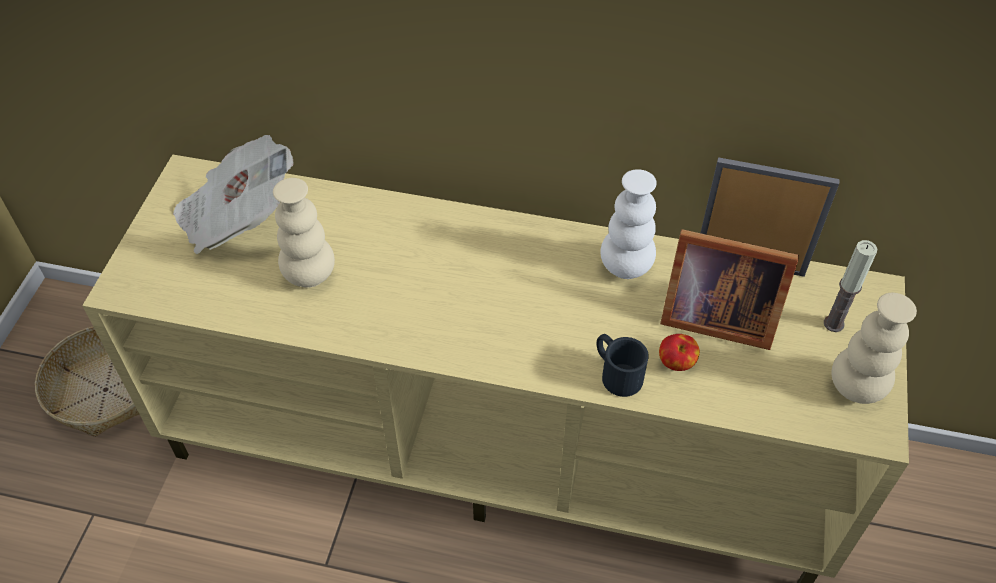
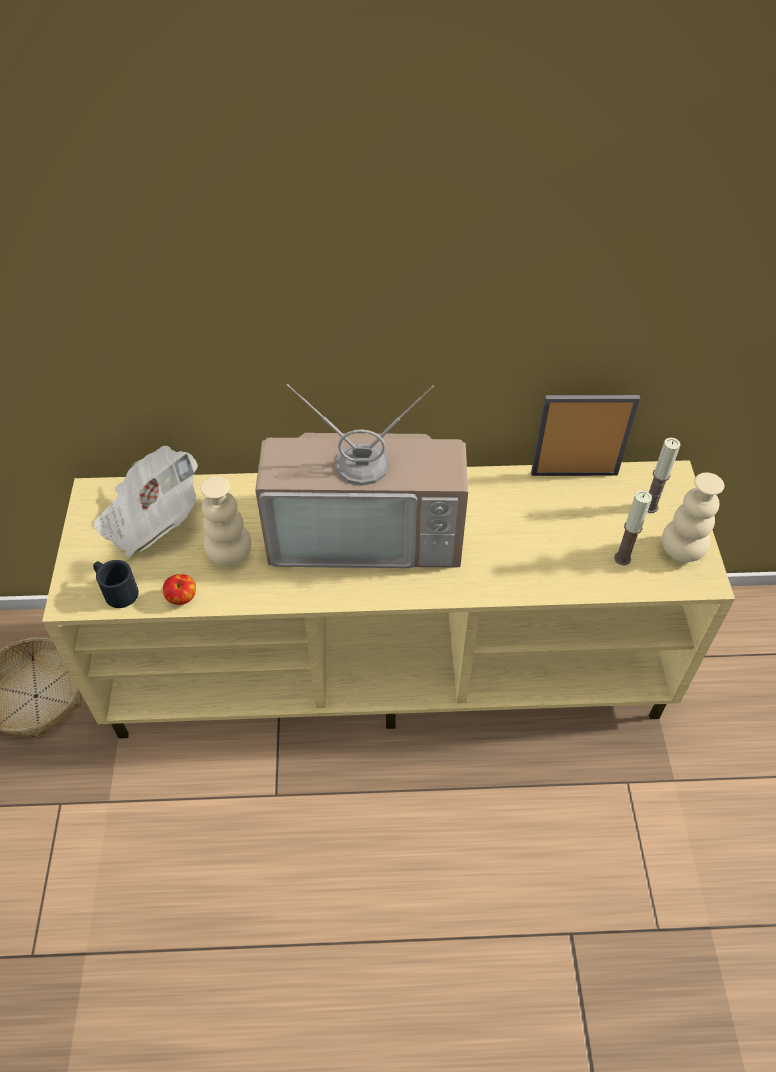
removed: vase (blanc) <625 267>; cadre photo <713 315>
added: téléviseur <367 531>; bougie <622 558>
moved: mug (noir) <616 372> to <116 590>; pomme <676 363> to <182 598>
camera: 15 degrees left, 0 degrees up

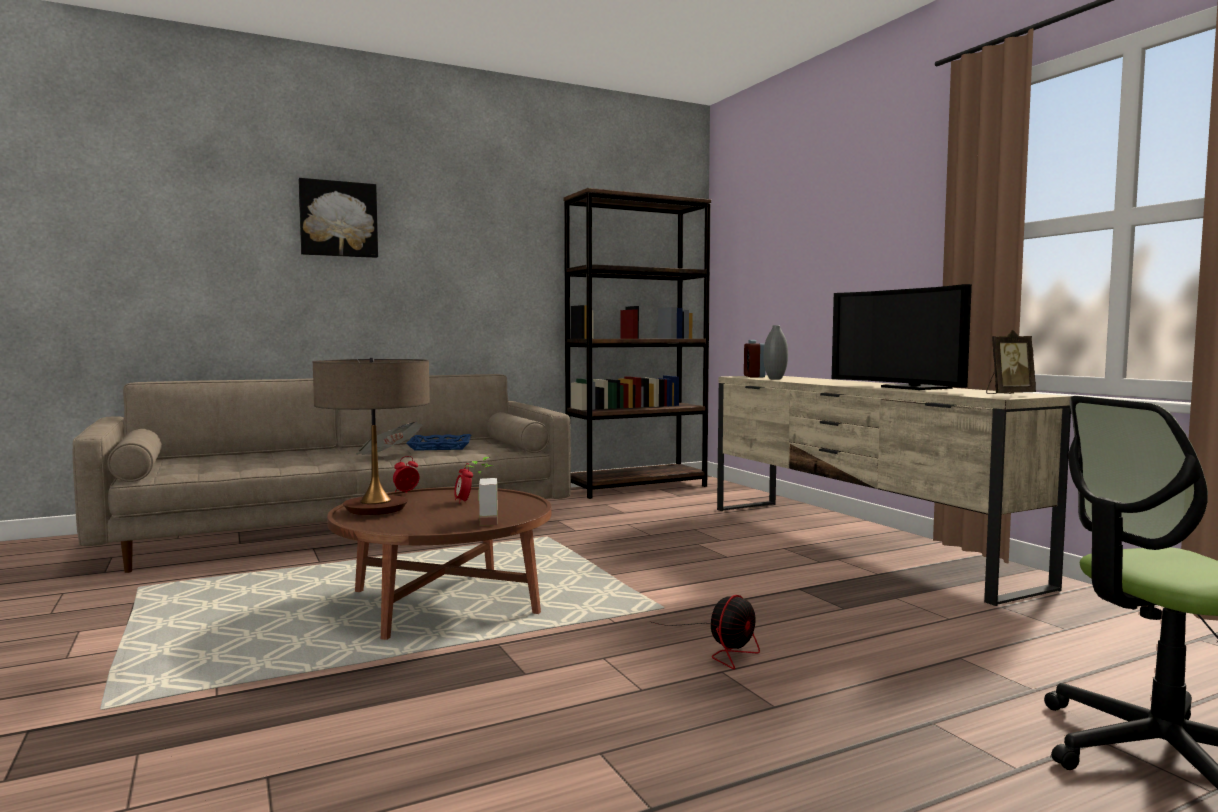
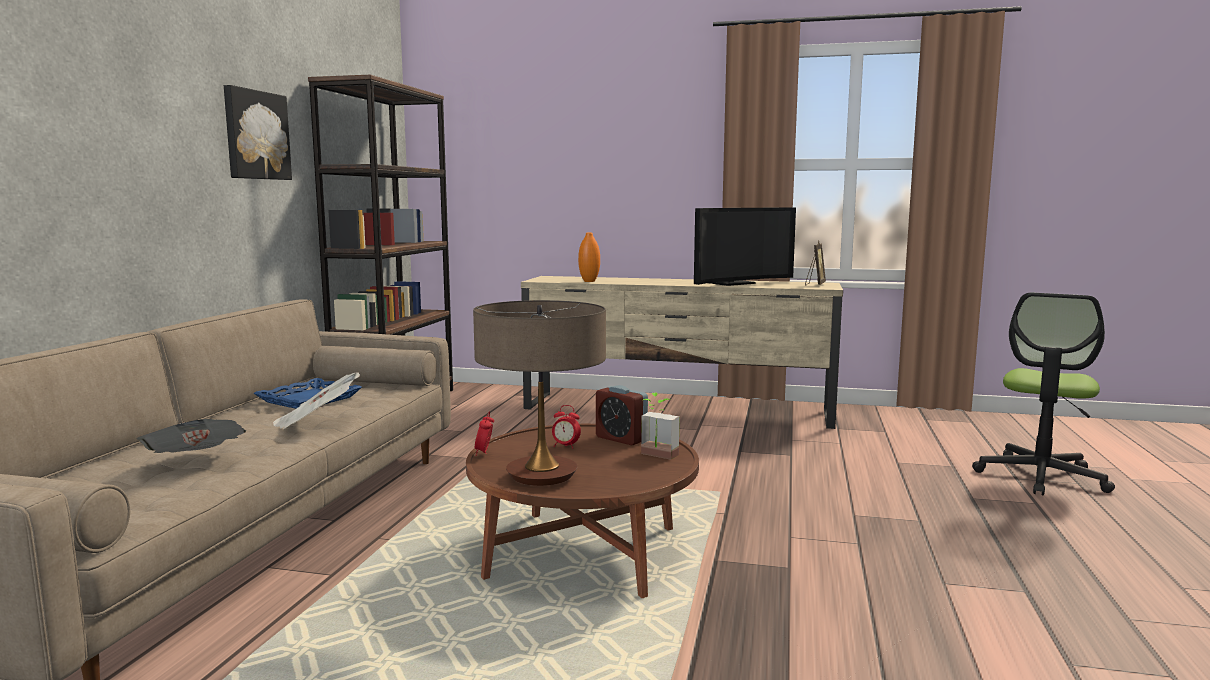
removed: ventilateur <724 647>
added: journal <196 462>
moved: tableau <338 219> to <255 135>; réveil <754 376> to <621 439>
recoloured: vase (gris) <775 379> to vase (orange) <589 281>
turned: téléviseur <908 388> = <733 283> 45 degrees counterclockwise
camera: 50 degrees left, 5 degrees up

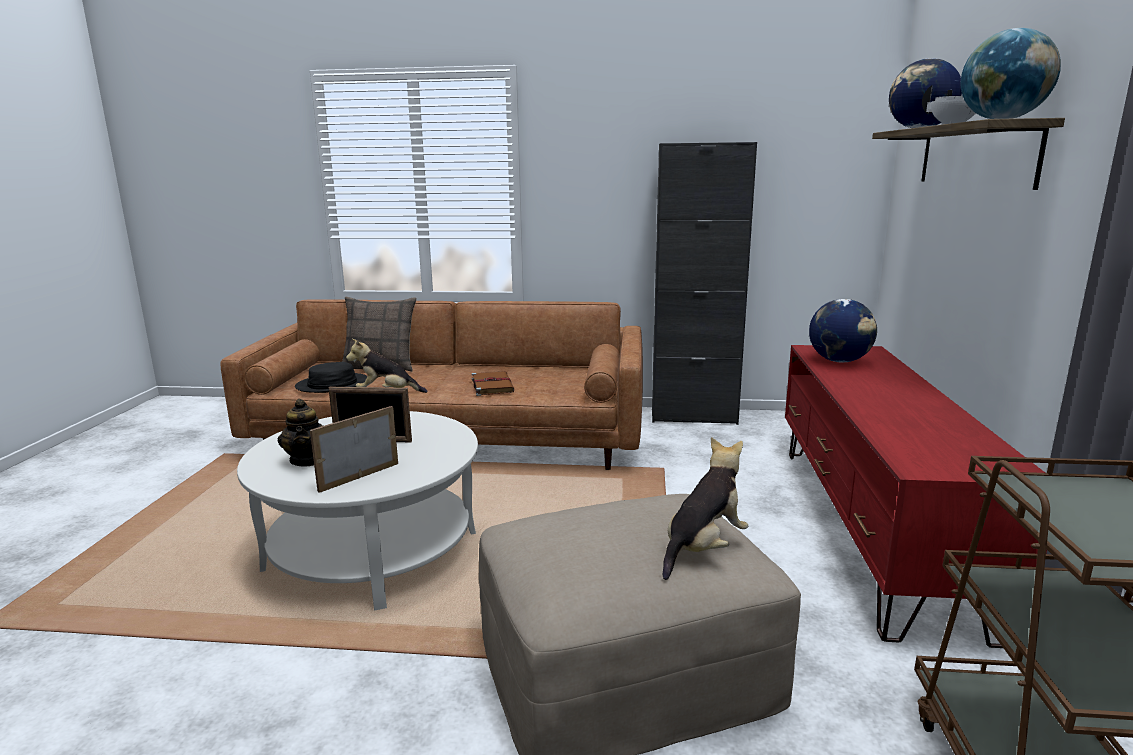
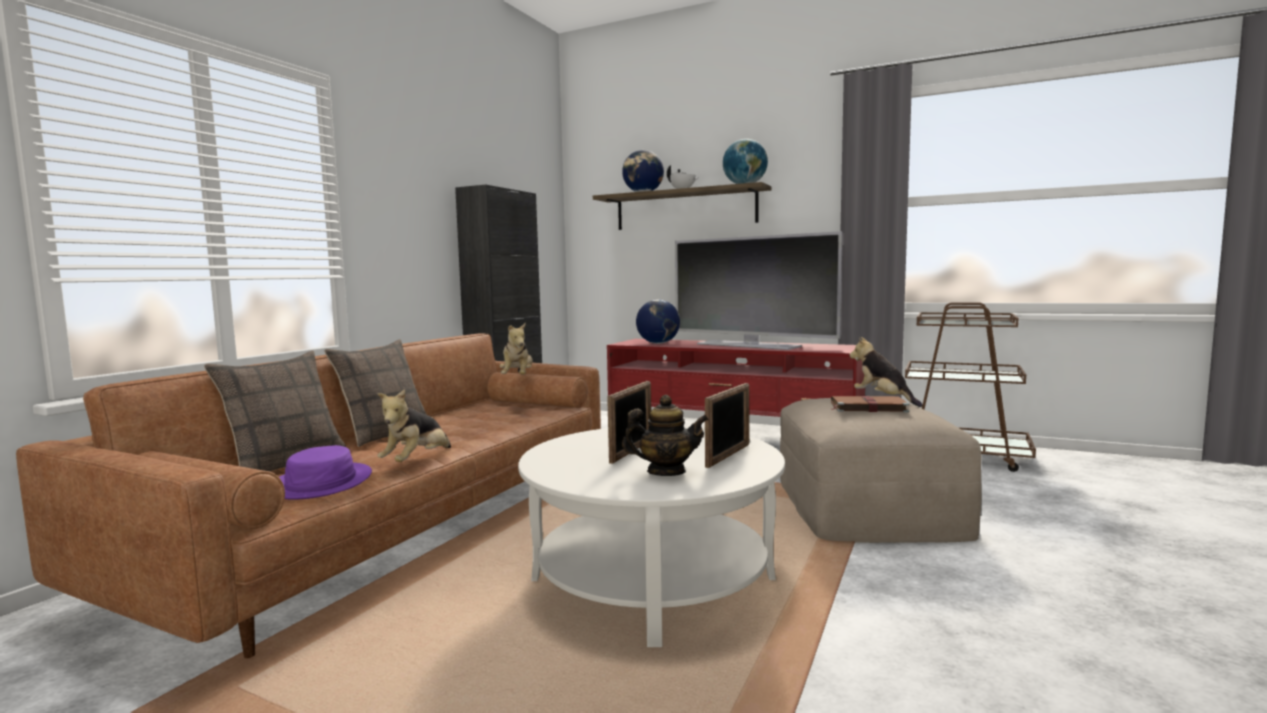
added: coussin <384 434>; peluche <518 378>; téléviseur <748 345>
moved: livre (marron) <492 385> to <867 407>
recoloured: chapeau (noir) <332 384> to chapeau (violet) <321 483>
turned: cadre photo <359 477> = <728 455> 120 degrees counterclockwise
camera: 70 degrees left, 10 degrees down

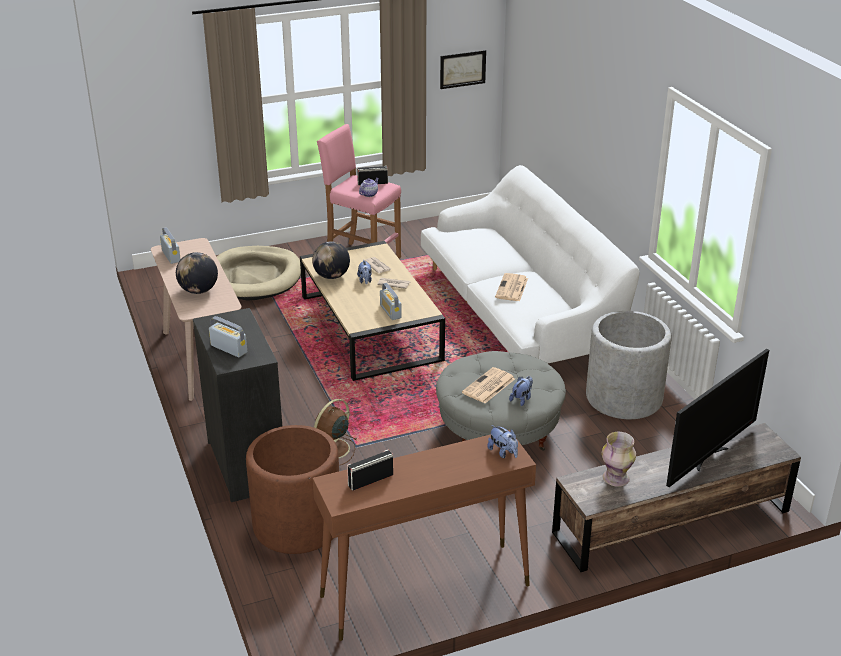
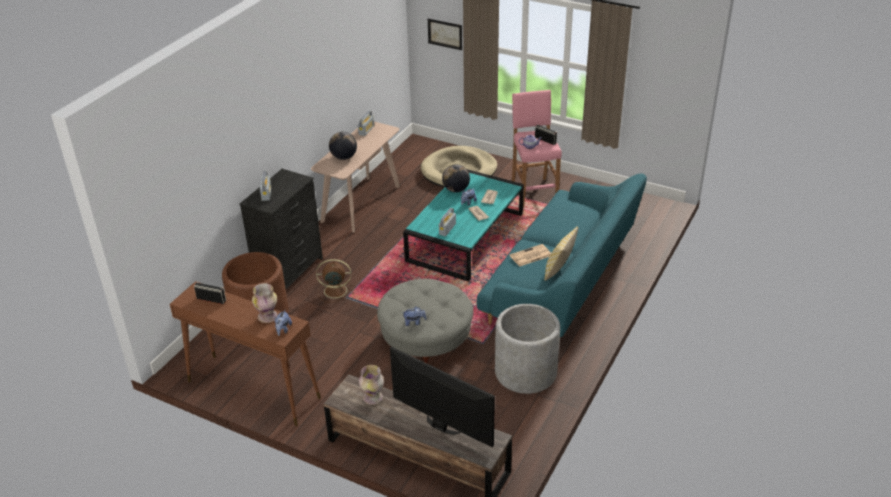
removed: journal <488 386>
added: vase <268 316>; coussin <559 270>
moved: tableau <462 69> to <445 34>
recoloured: table basse (beige) <371 328> to table basse (turquoise) <465 237>; canapé (blanc) <518 313> to canapé (turquoise) <562 280>
turned: téléviseur <709 457> = <440 426> 150 degrees counterclockwise
camera: 50 degrees right, 5 degrees up

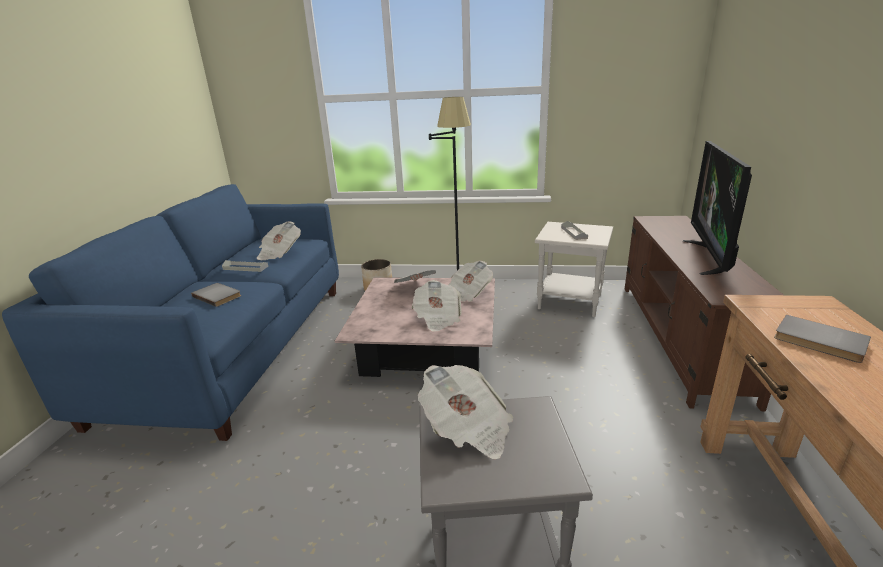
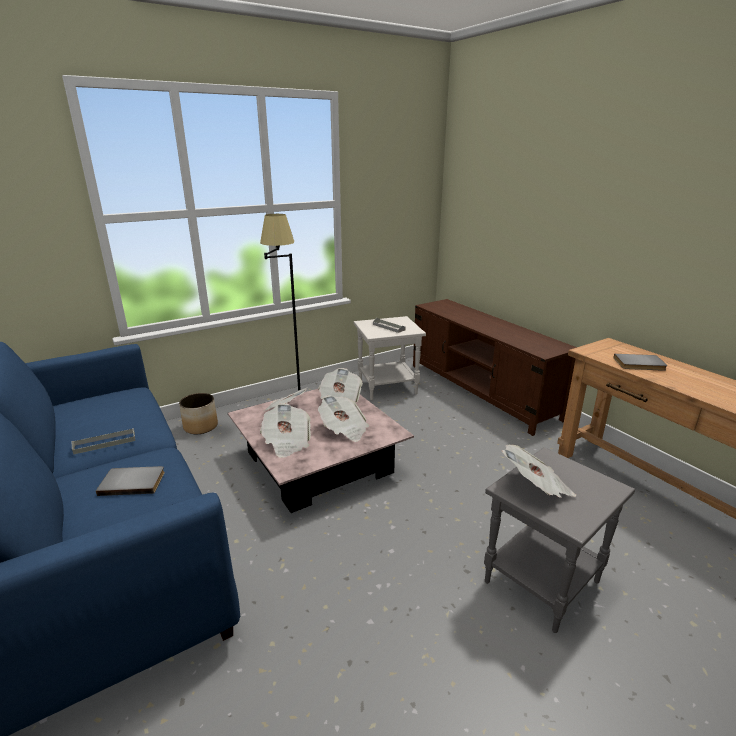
removed: téléviseur <711 257>
moved: journal <279 253> to <287 442>
camera: 40 degrees left, 0 degrees up

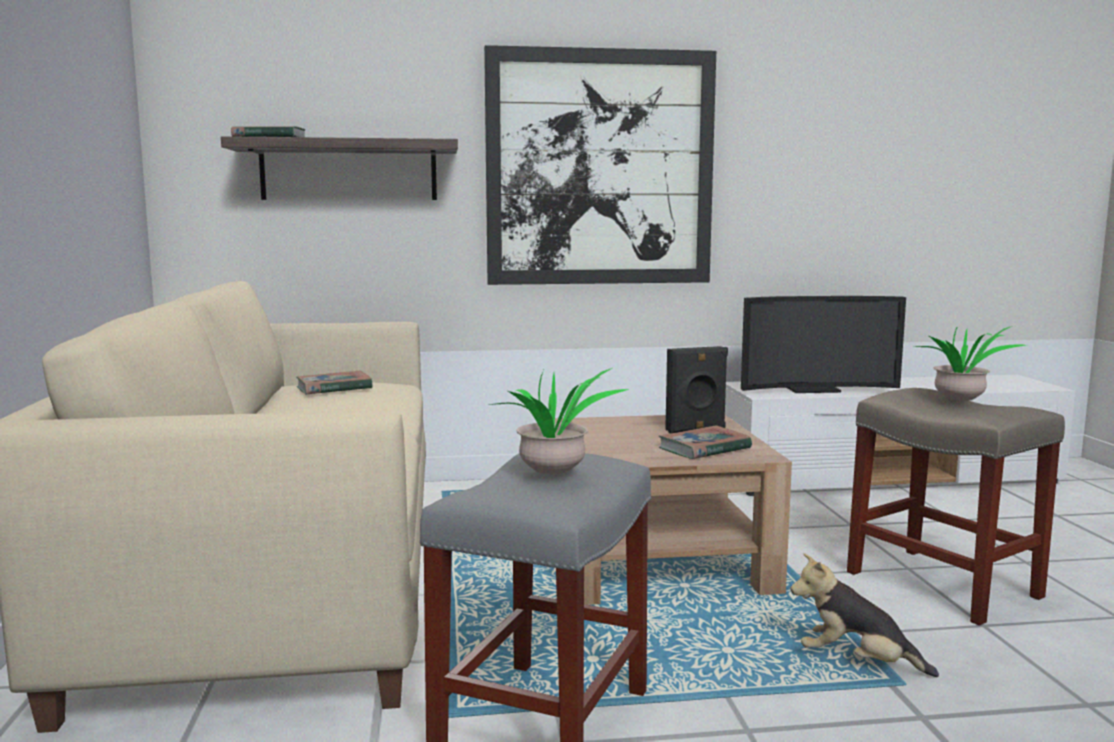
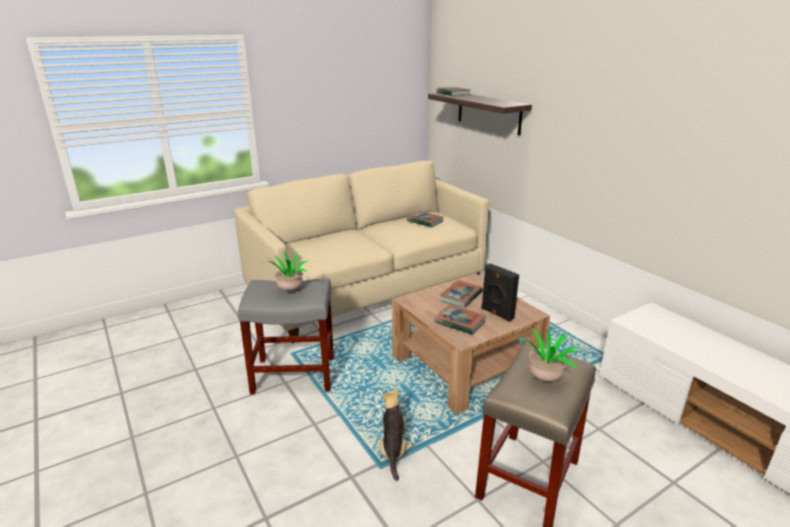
removed: tableau <600 168>; téléviseur <812 390>
added: livre <461 296>
camera: 65 degrees right, 15 degrees up

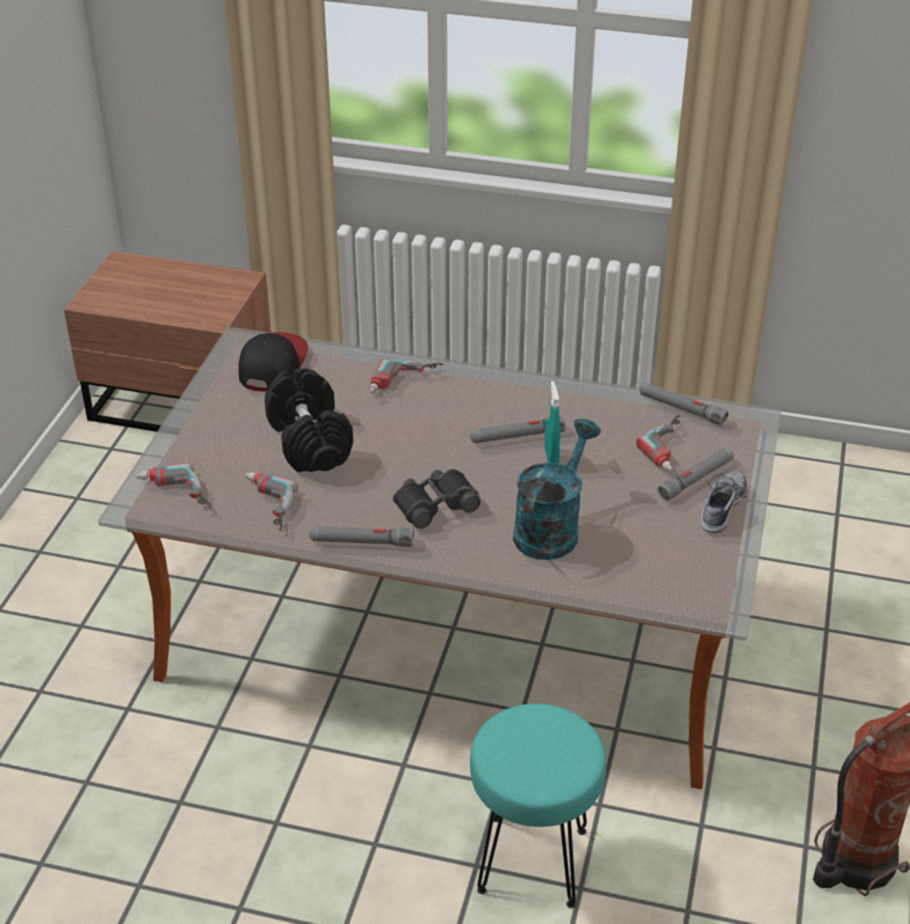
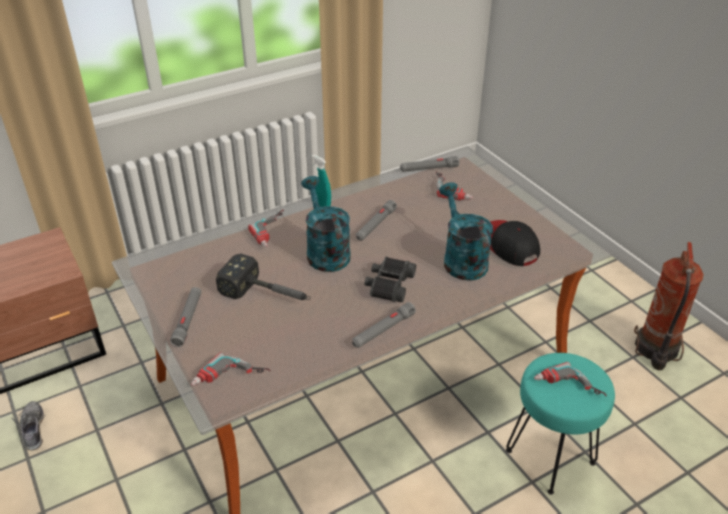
added: arrosoir (turquoise) <325 251>
moved: casquette <272 365> to <508 245>; perceuse <264 505> to <568 389>; vaporisateur (turquoise) <551 457> to <321 205>; lampe de poche (gris) <696 479> to <188 319>; chaussure <721 508> to <33 429>
replaced: haltère (noir) <310 441> to marteau <268 295>
camera: 45 degrees left, 0 degrees up

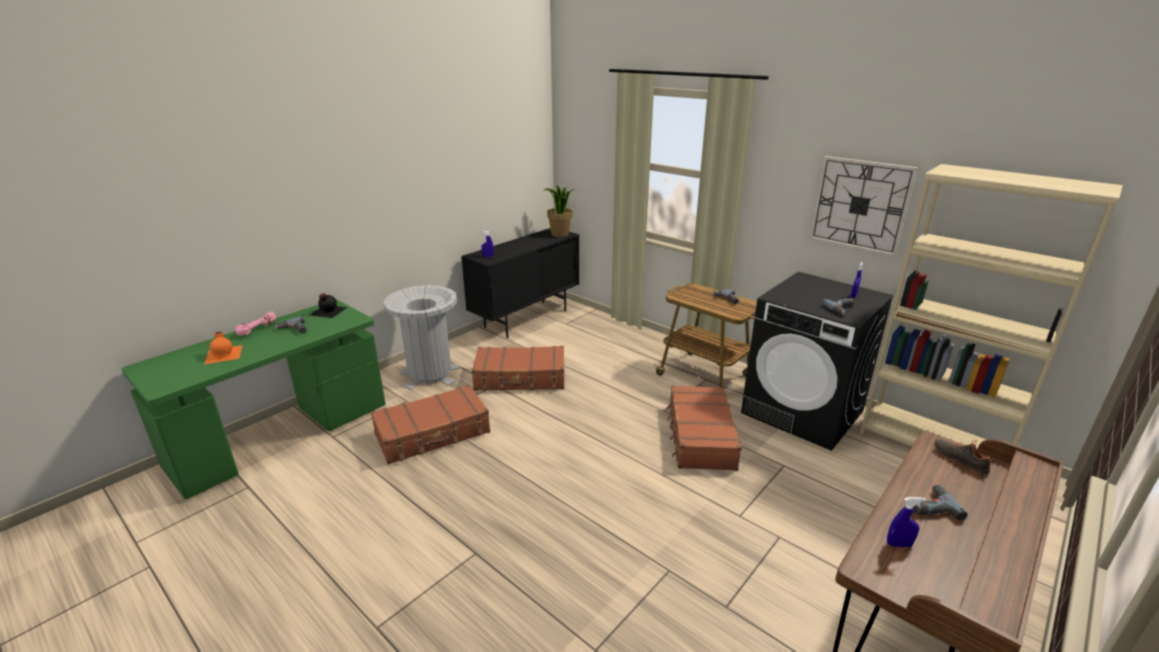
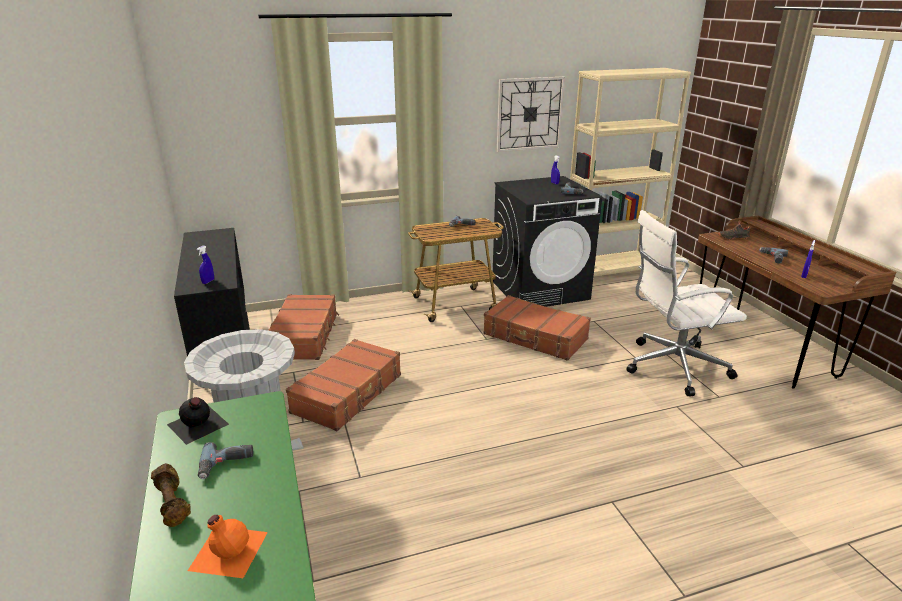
removed: plante en pot <560 234>
added: chaise de bureau (blanc) <672 366>
moved: valise (marron) <433 433> to <305 336>
recoloured: haltère (rose) <258 330> to haltère (marron) <173 503>
camera: 60 degrees left, 0 degrees up

